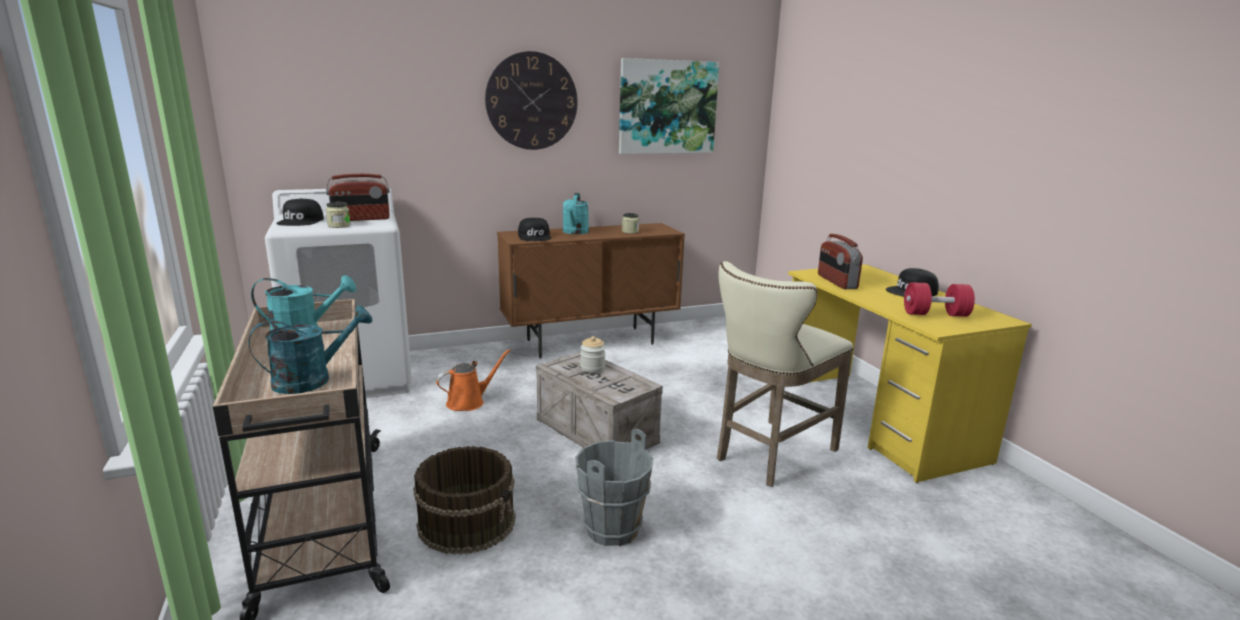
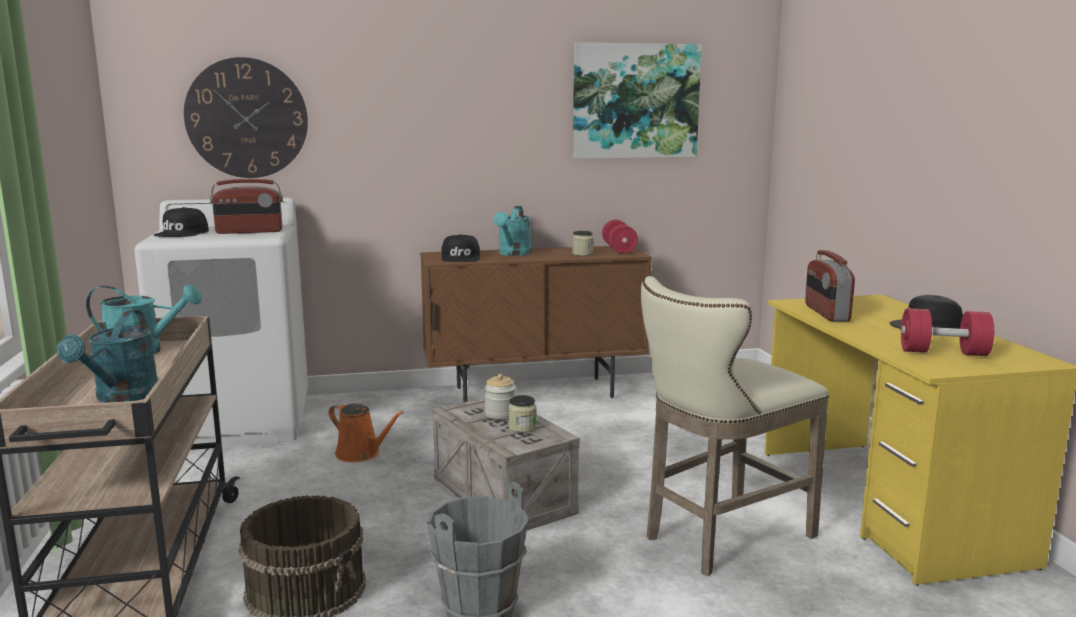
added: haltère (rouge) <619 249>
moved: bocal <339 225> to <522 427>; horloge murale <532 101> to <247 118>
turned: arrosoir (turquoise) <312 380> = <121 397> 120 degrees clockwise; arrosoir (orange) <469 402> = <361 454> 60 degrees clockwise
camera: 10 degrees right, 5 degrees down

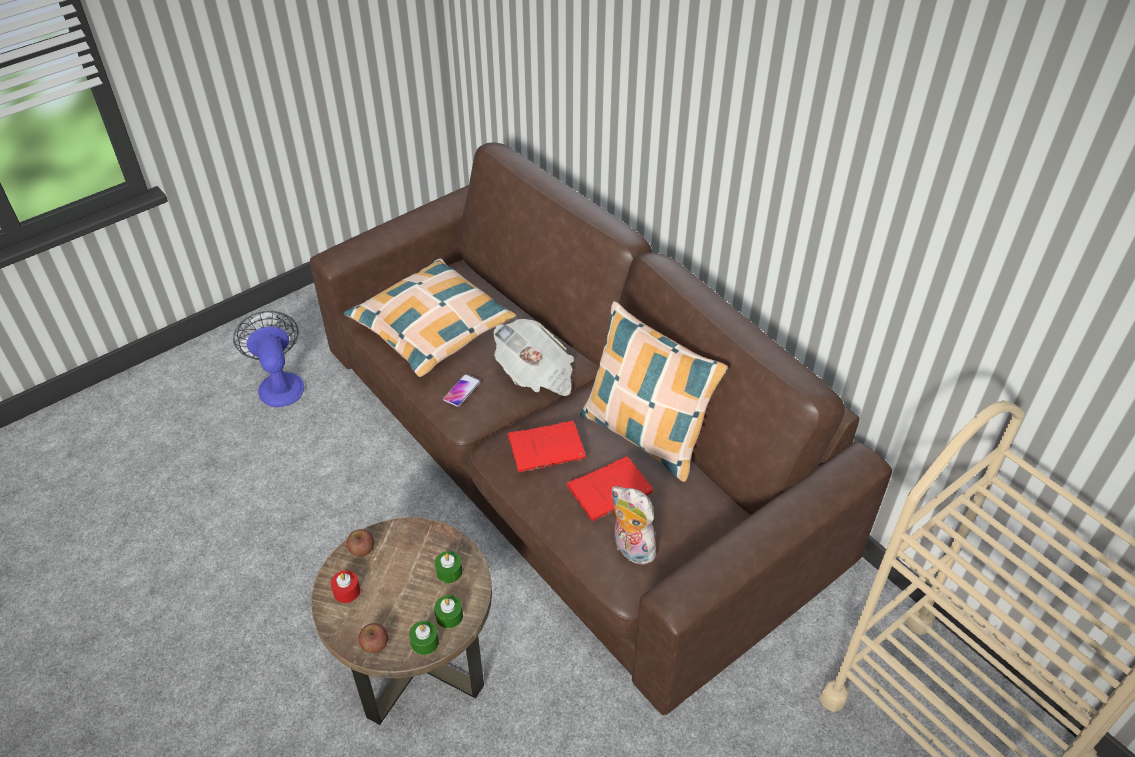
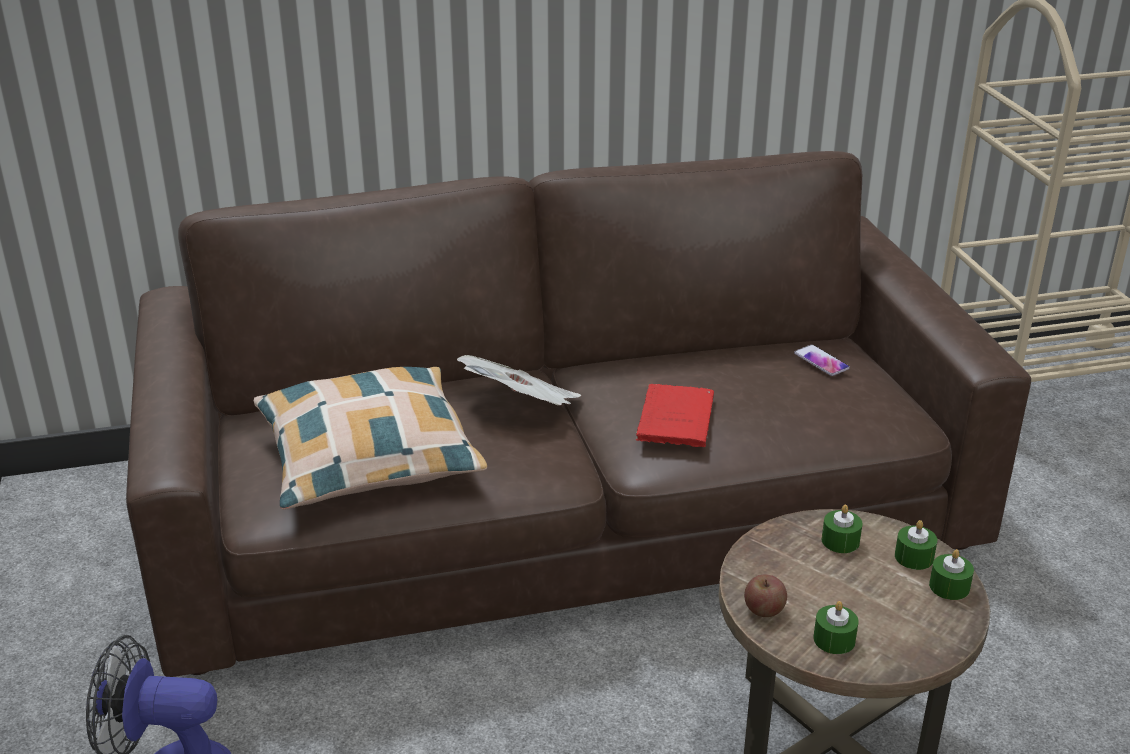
removed: pomme <375 644>; livre (rouge) <611 489>; coussin <645 436>; peluche <630 549>
moved: téléphone <461 391> to <821 361>
recoloured: bougie (rouge) <346 591> to bougie (vert) <834 639>
camera: 65 degrees left, 15 degrees down

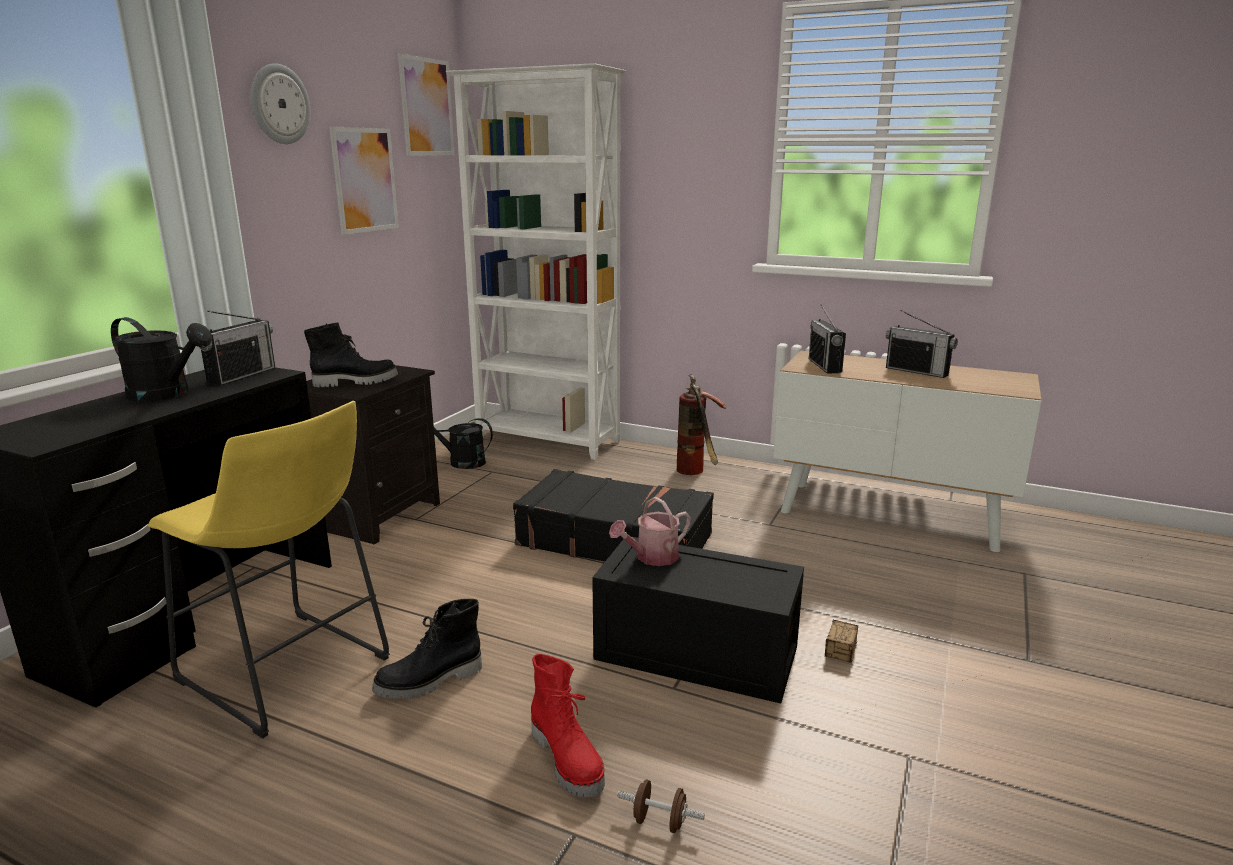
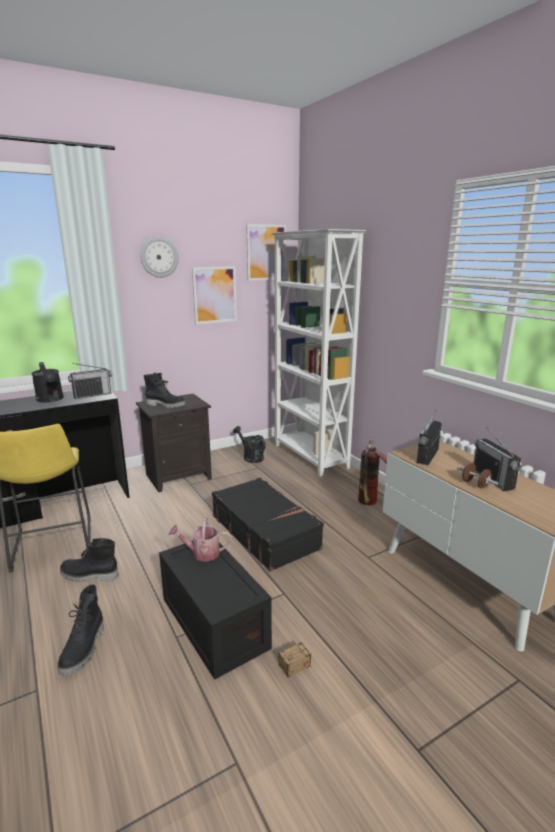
moved: haltère (marron) <659 821> to <475 484>
recoloured: botte (rouge) <568 759> to botte (noir) <84 649>
camera: 35 degrees right, 0 degrees up

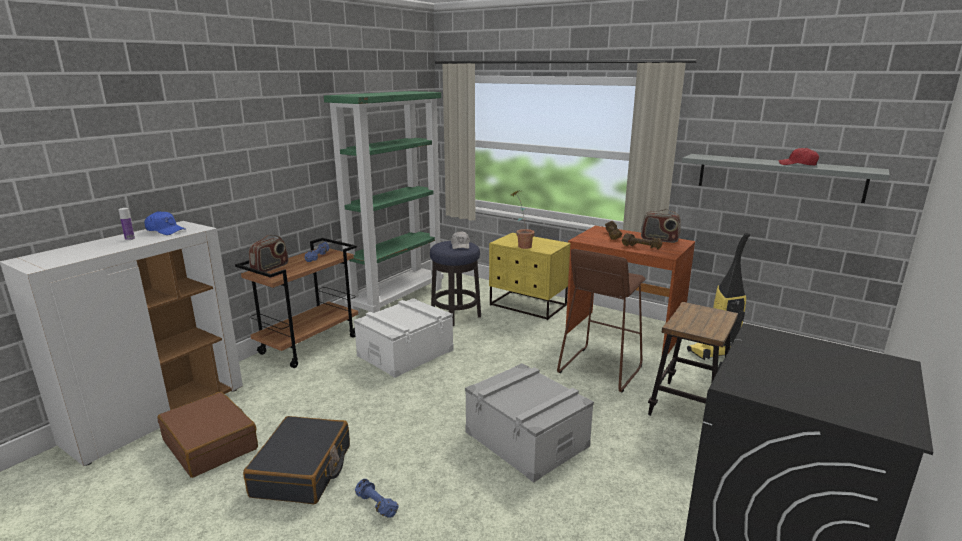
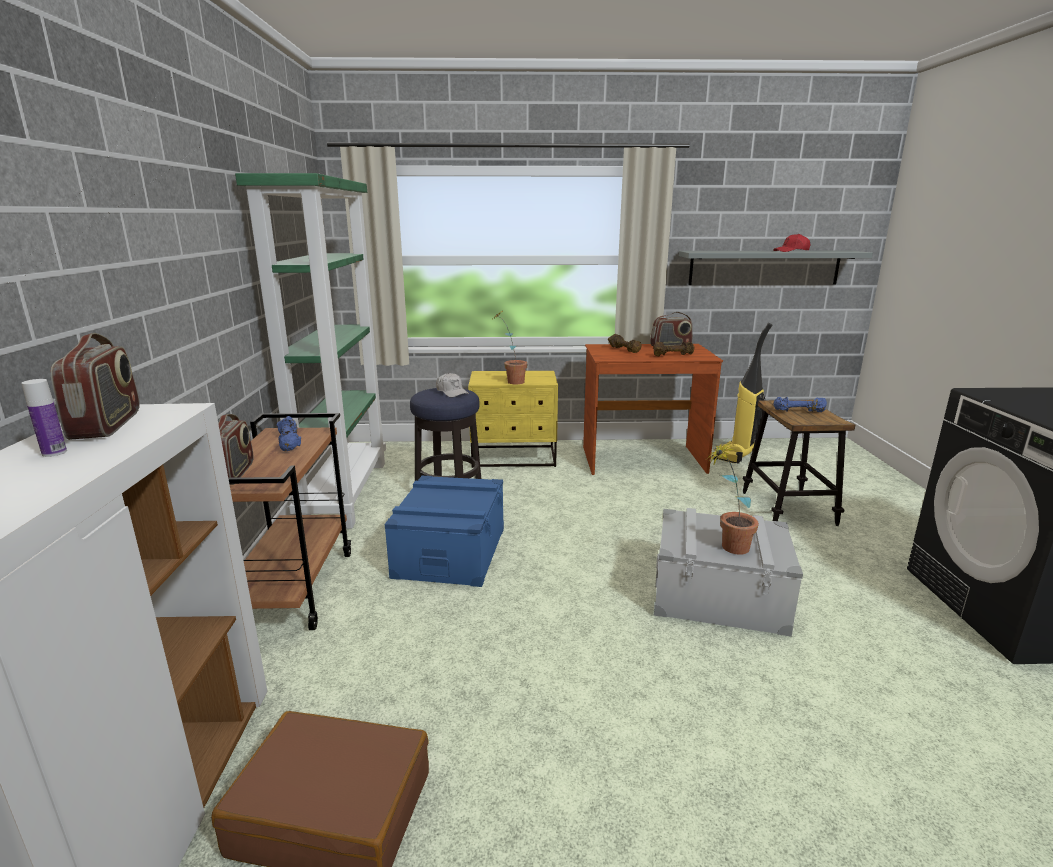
removed: valise (noir) <303 471>; tabouret (marron) <599 369>
added: plante en pot <726 547>
moved: haltère (bleu) <375 505> to <799 412>
replaced: casquette (bleu) <165 230> to radio <108 425>
recoloured: boîte de rangement (blanc) <405 352> to boîte de rangement (bleu) <450 552>
camera: 35 degrees left, 0 degrees up

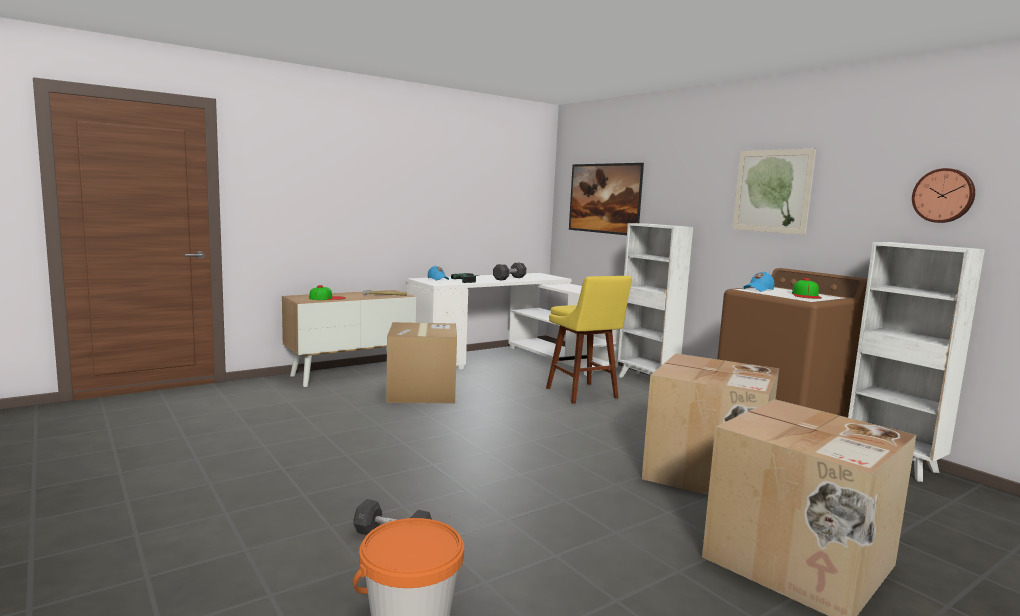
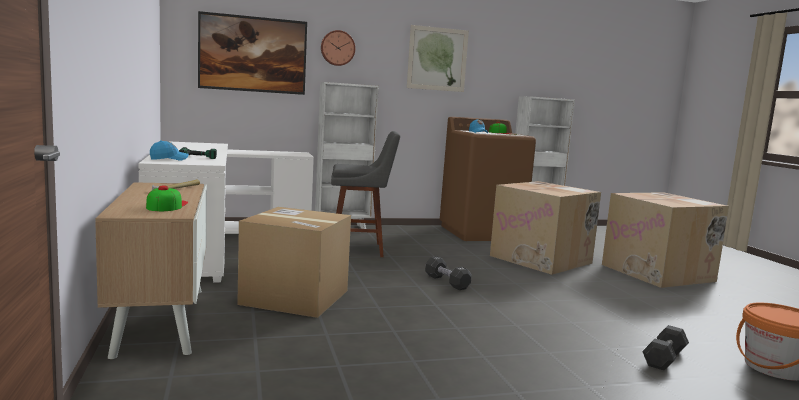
moved: haltère (noir) <509 278> to <447 282>; horloge murale <943 195> to <337 48>
recoloured: tabouret (jaune) <583 394> to tabouret (gris) <360 249>
camera: 70 degrees left, 0 degrees up

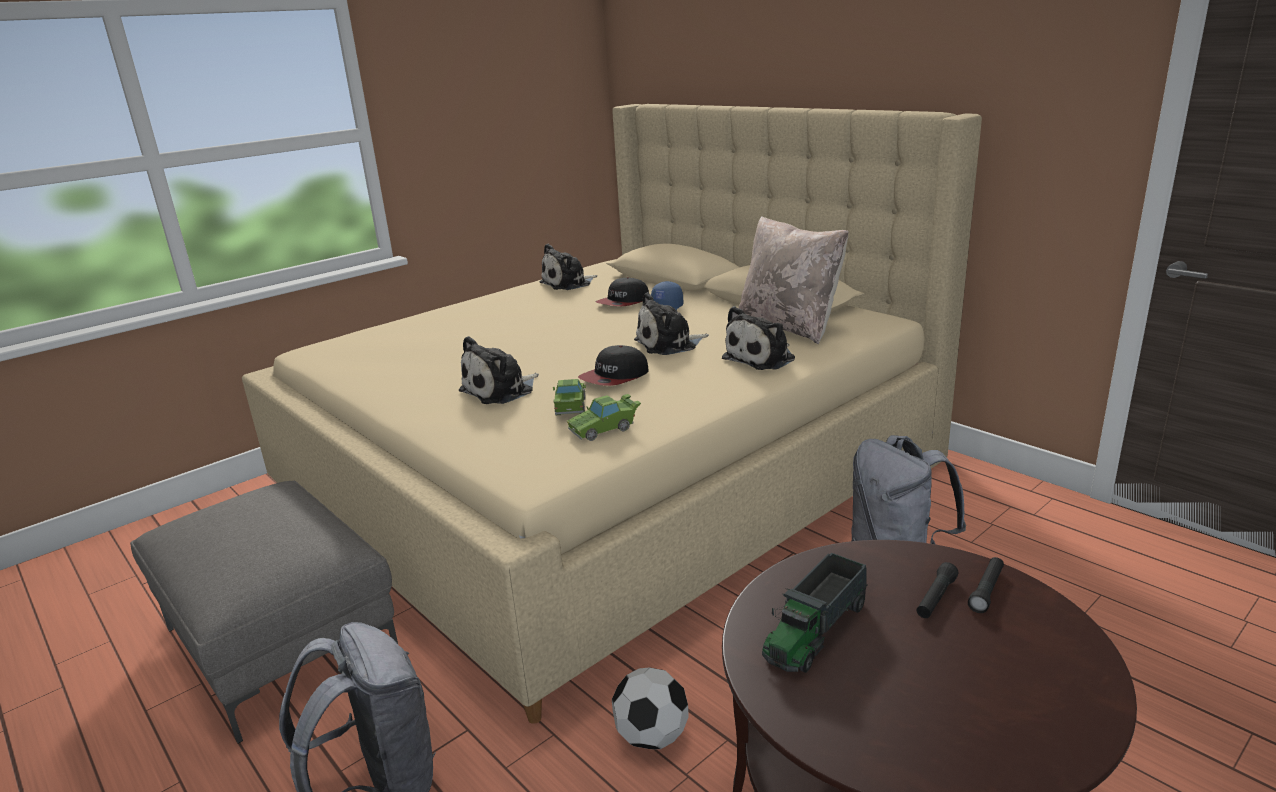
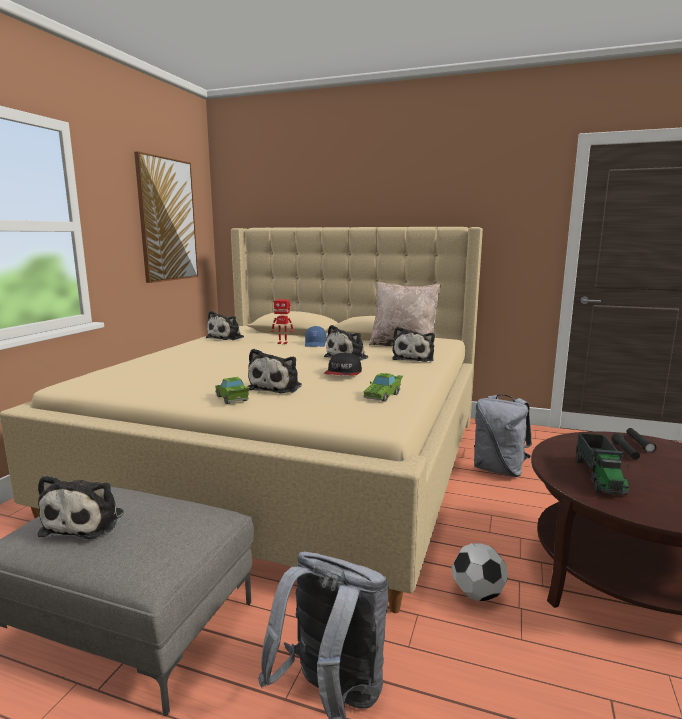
added: peluche <86 521>; tableau <167 220>
moved: petite voiture (vert) <570 408> to <232 399>
replaced: casquette <623 302> to robot jouet <282 343>
camera: 30 degrees left, 10 degrees down

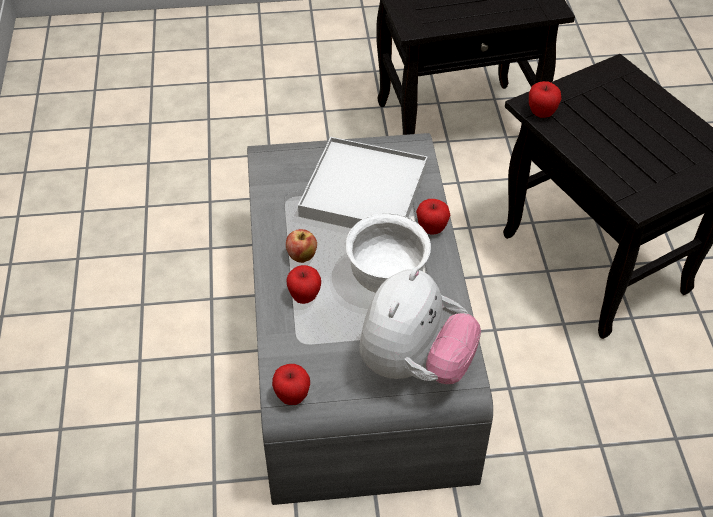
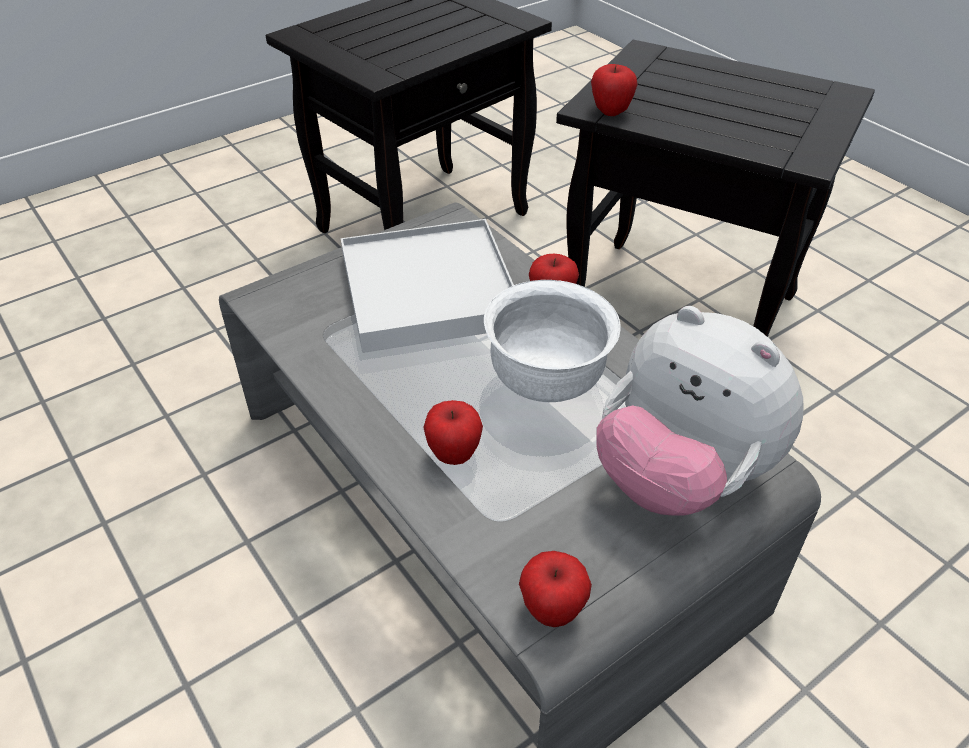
removed: pomme <301 257>
turned: peluche <414 364> = <680 476> 135 degrees clockwise
camera: 30 degrees left, 5 degrees down

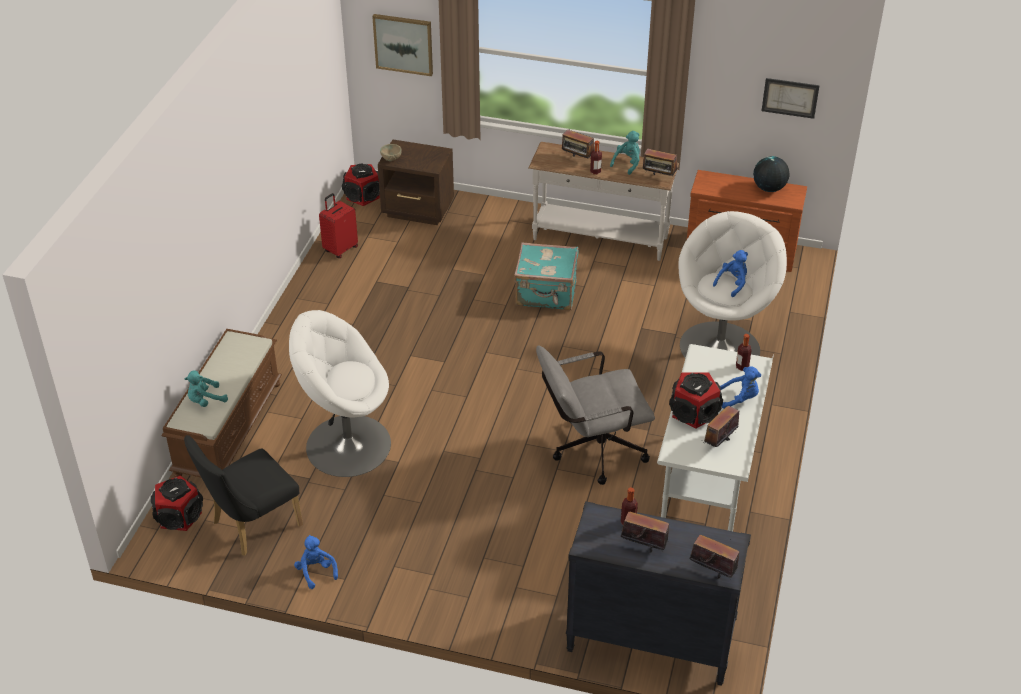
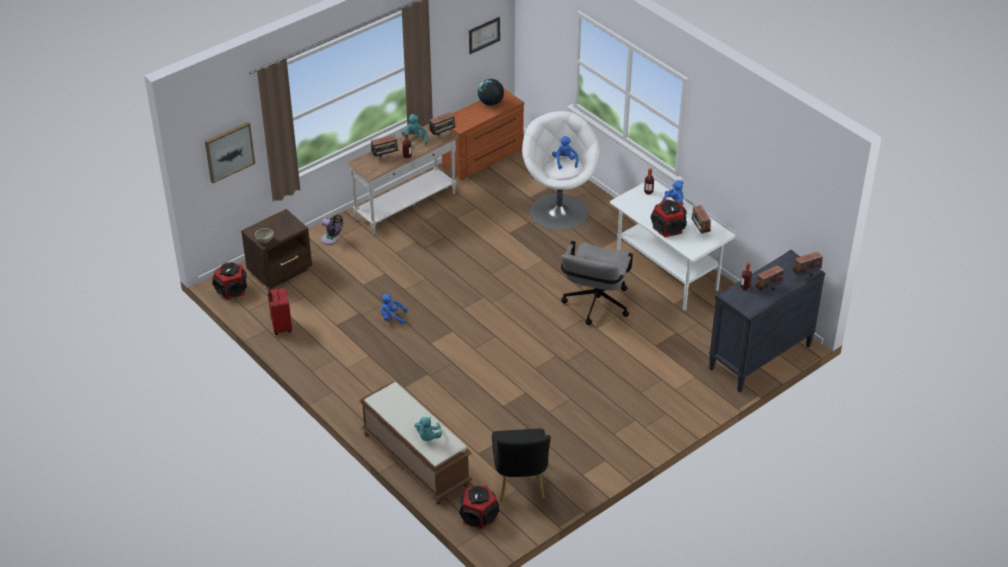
removed: fauteuil (blanc) <347 445>; valise (turquoise) <546 294>
added: ventilateur (noir) <331 240>
moved: peluche (bleu) <316 571> to <392 317>
camera: 55 degrees left, 0 degrees up

